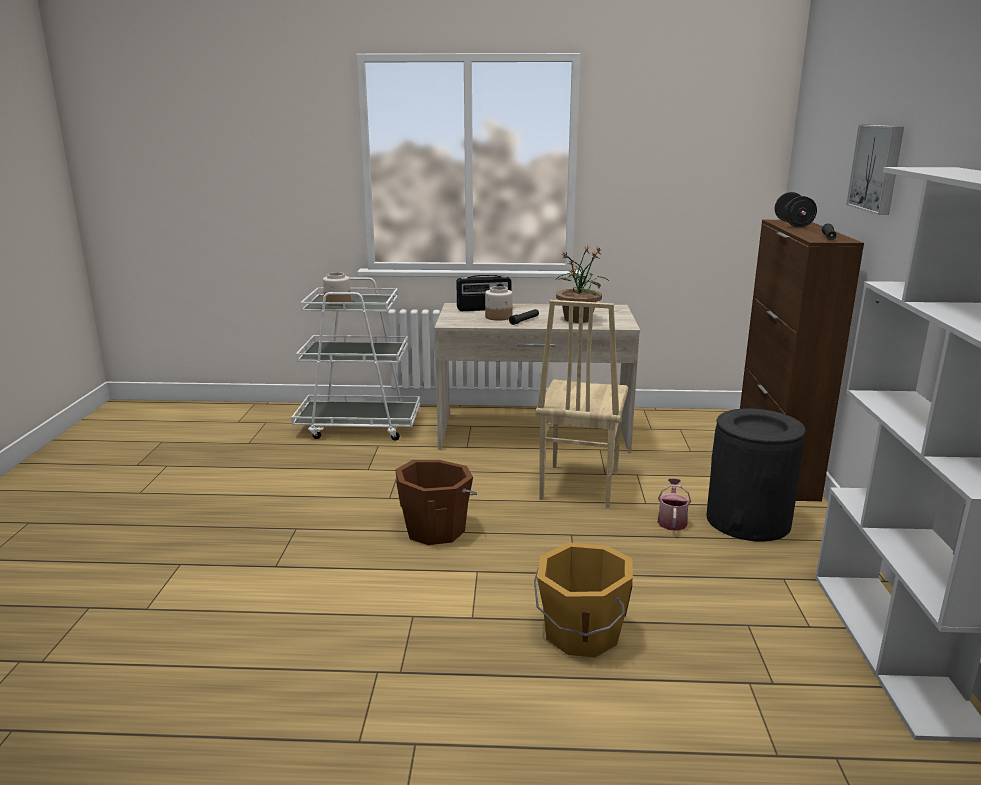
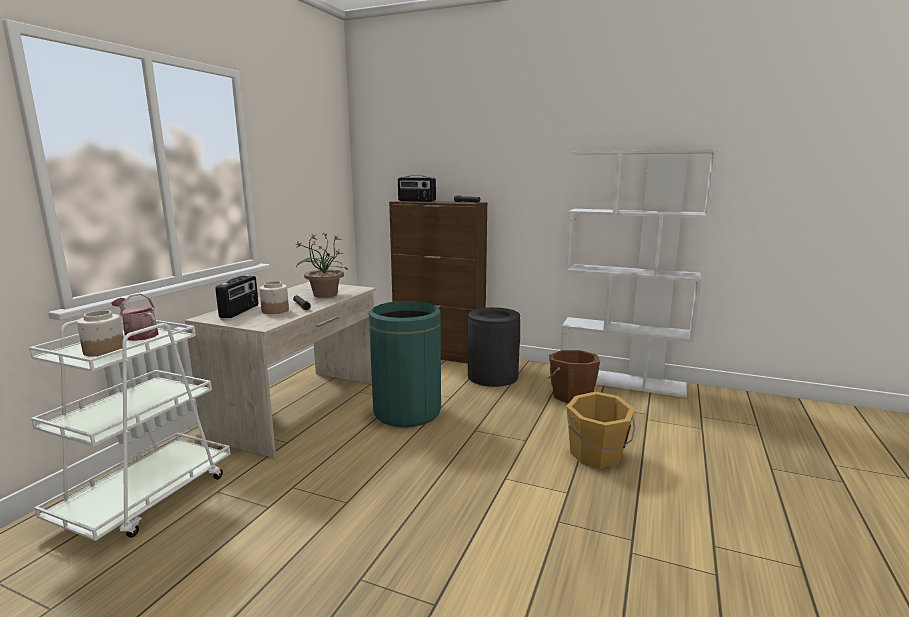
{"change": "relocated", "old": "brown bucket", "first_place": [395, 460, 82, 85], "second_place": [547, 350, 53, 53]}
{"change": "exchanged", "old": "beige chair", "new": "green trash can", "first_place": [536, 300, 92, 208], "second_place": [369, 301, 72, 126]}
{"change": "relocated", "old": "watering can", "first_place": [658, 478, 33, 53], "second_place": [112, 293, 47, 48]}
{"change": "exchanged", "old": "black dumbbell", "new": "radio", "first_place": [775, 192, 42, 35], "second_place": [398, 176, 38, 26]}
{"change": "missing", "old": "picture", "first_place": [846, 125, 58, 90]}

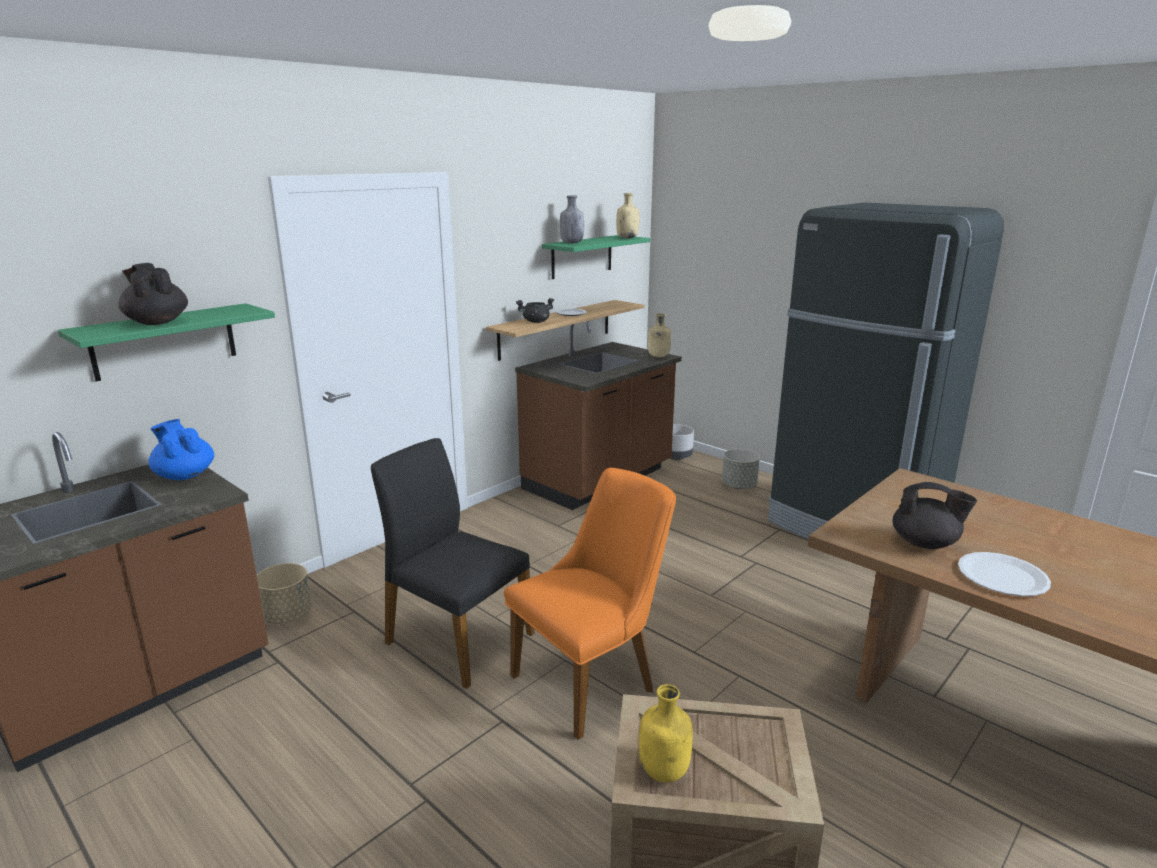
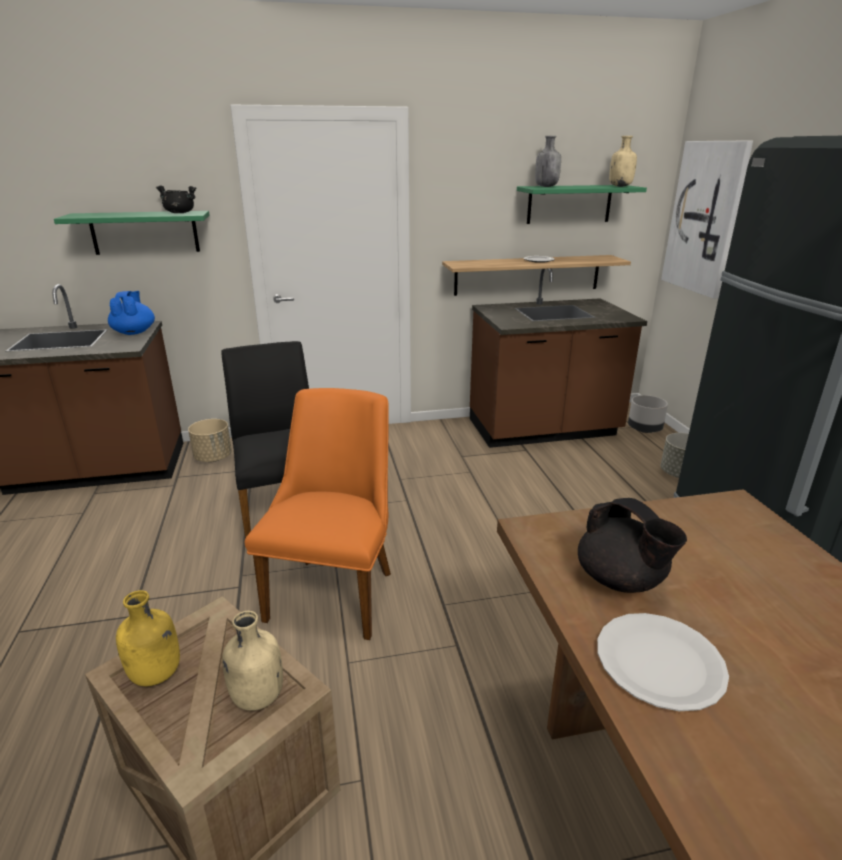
{"change": "missing", "old": "black teapot", "first_place": [118, 263, 70, 62]}
{"change": "spun", "old": "orange chair", "first_place": [504, 468, 172, 272], "second_place": [244, 388, 147, 252], "degrees": -75}
{"change": "relocated", "old": "black cooking pot", "first_place": [516, 298, 38, 25], "second_place": [156, 186, 40, 27]}
{"change": "relocated", "old": "beige bottle", "first_place": [648, 313, 23, 44], "second_place": [222, 611, 61, 100]}
{"change": "appeared", "new": "picture", "second_place": [661, 140, 92, 159]}

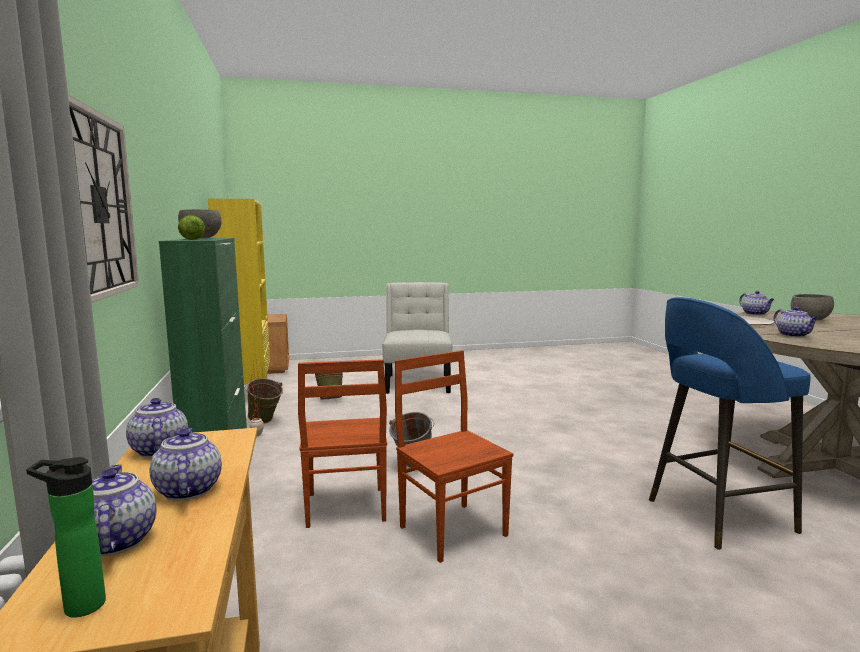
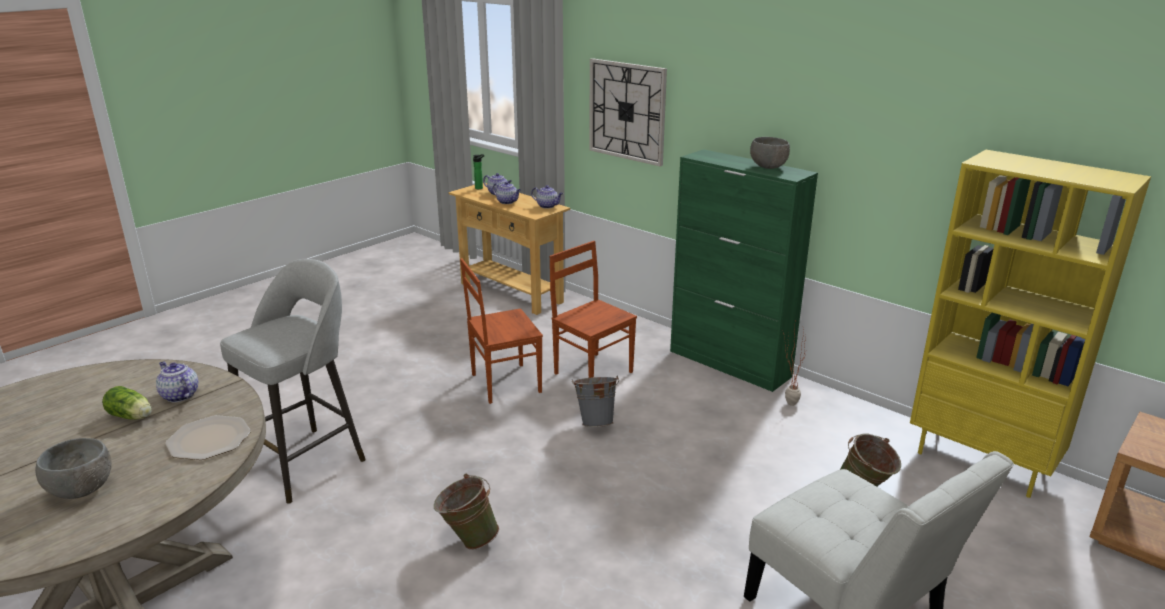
{"change": "relocated", "old": "lettuce", "first_place": [178, 215, 27, 25], "second_place": [102, 386, 50, 34]}
{"change": "relocated", "old": "green bucket", "first_place": [245, 378, 38, 45], "second_place": [434, 474, 65, 76]}
{"change": "spun", "old": "brown chair", "first_place": [395, 350, 118, 213], "second_place": [460, 258, 83, 146], "degrees": 135}
{"change": "colour", "old": "blue stool", "new": "grey stool", "first_place": [649, 297, 162, 253], "second_place": [220, 259, 146, 245]}
{"change": "missing", "old": "teapot", "first_place": [739, 291, 36, 24]}

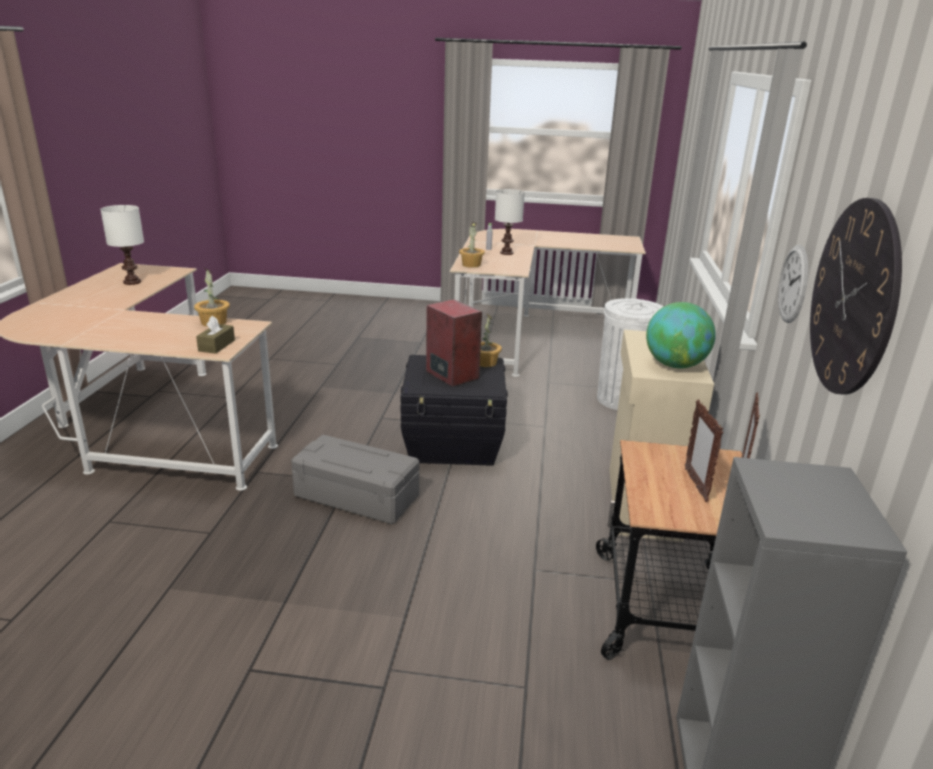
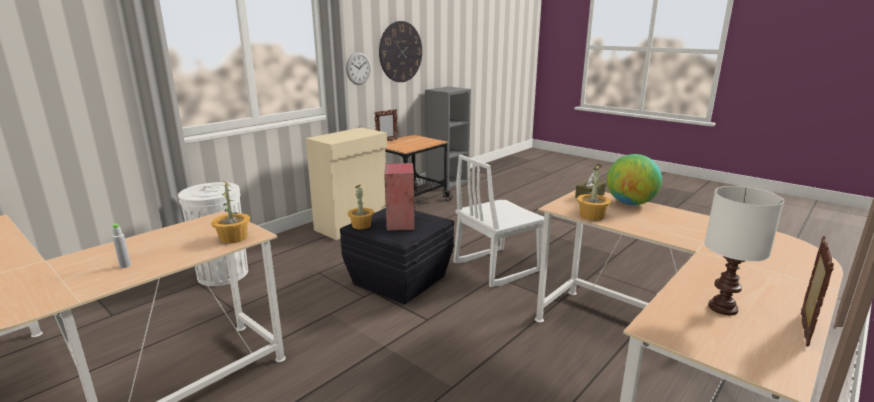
{"change": "exchanged", "old": "grey storage box", "new": "white chair", "first_place": [291, 435, 128, 89], "second_place": [453, 154, 91, 133]}
{"change": "missing", "old": "white table lamp", "first_place": [495, 189, 30, 66]}
{"change": "relocated", "old": "globe", "first_place": [646, 302, 70, 67], "second_place": [607, 154, 55, 51]}
{"change": "relocated", "old": "picture frame", "first_place": [685, 400, 38, 102], "second_place": [801, 236, 33, 111]}

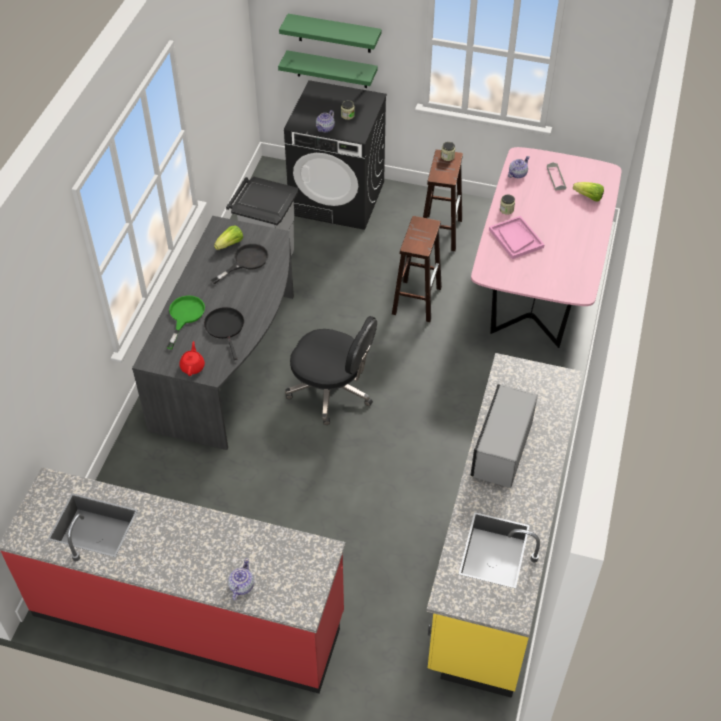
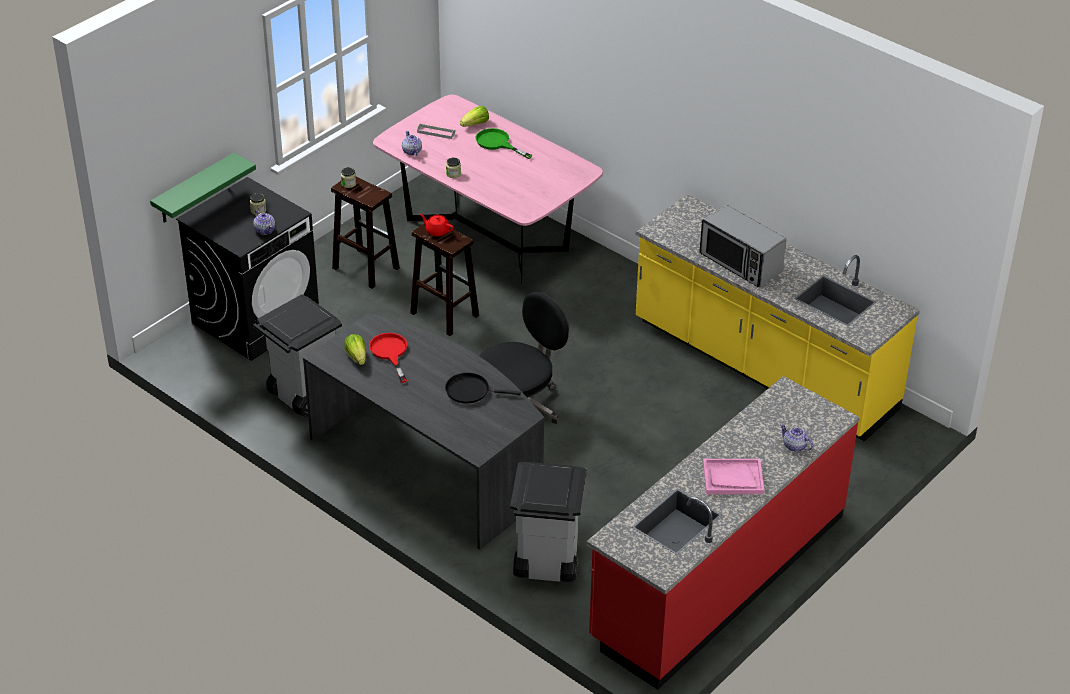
{"change": "relocated", "old": "green frying pan", "first_place": [166, 295, 39, 54], "second_place": [476, 128, 57, 31]}
{"change": "relocated", "old": "red teapot", "first_place": [180, 341, 25, 35], "second_place": [420, 214, 34, 23]}
{"change": "colour", "old": "black frying pan", "new": "red frying pan", "first_place": [211, 244, 58, 40], "second_place": [369, 333, 38, 50]}
{"change": "missing", "old": "green shelf", "first_place": [279, 14, 103, 39]}
{"change": "relocated", "old": "pink tray", "first_place": [489, 216, 56, 43], "second_place": [703, 459, 61, 35]}
{"change": "appeared", "new": "grey trash can", "second_place": [510, 462, 77, 120]}

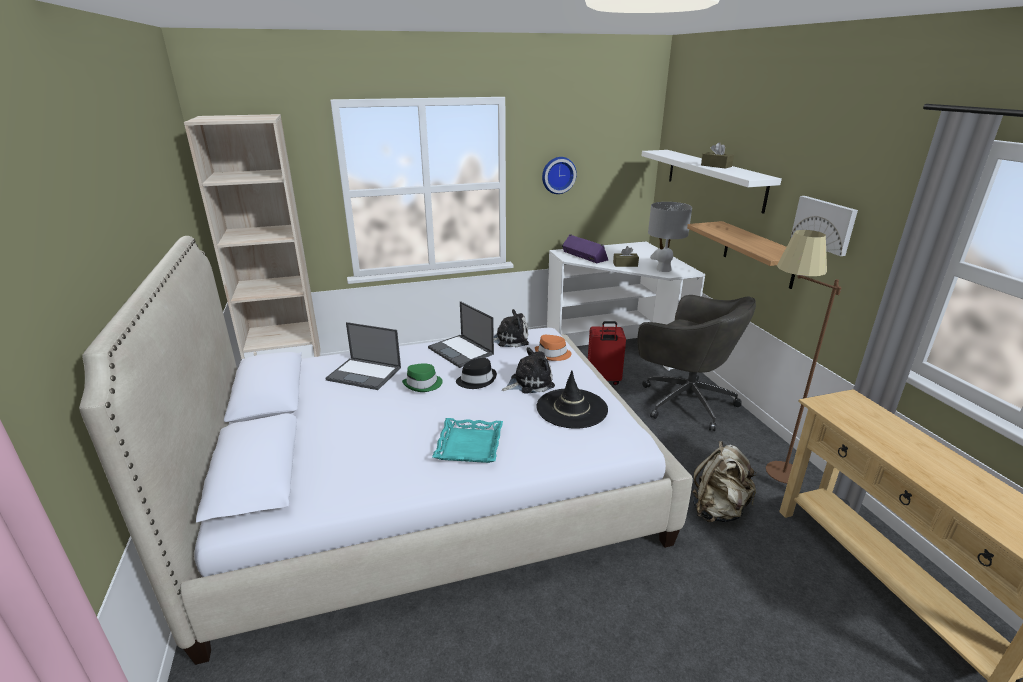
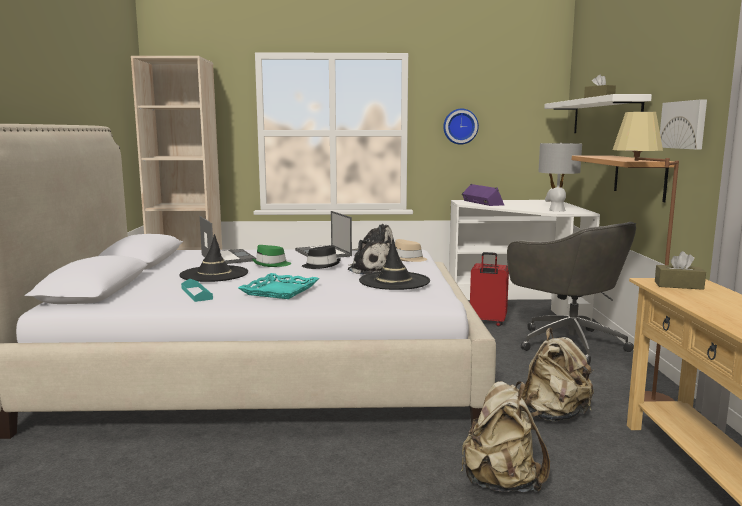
{"change": "spun", "old": "laptop", "first_place": [325, 322, 76, 68], "second_place": [200, 216, 56, 48], "degrees": -150}
{"change": "spun", "old": "plush toy", "first_place": [502, 347, 53, 47], "second_place": [348, 240, 43, 35], "degrees": 60}
{"change": "colour", "old": "orange hat", "new": "beige hat", "first_place": [535, 335, 37, 26], "second_place": [395, 239, 32, 23]}
{"change": "relocated", "old": "brown tissue box", "first_place": [613, 246, 26, 21], "second_place": [655, 251, 51, 39]}
{"change": "appeared", "new": "black hat", "second_place": [179, 234, 69, 48]}
{"change": "appeared", "new": "turquoise tray", "second_place": [181, 279, 32, 23]}
{"change": "appeared", "new": "beige backpack", "second_place": [461, 381, 89, 111]}

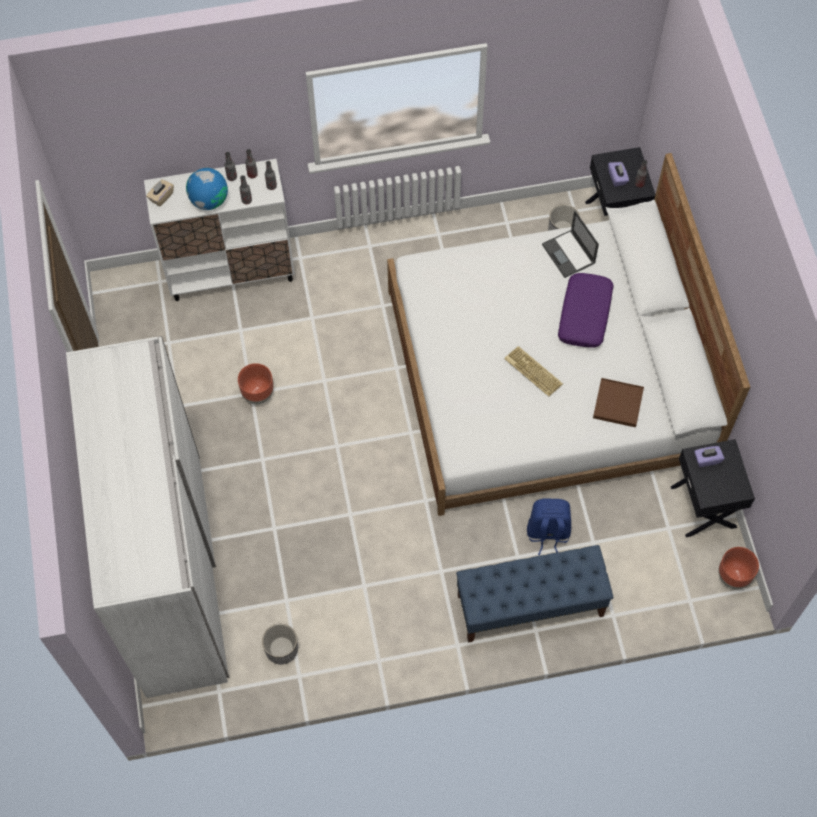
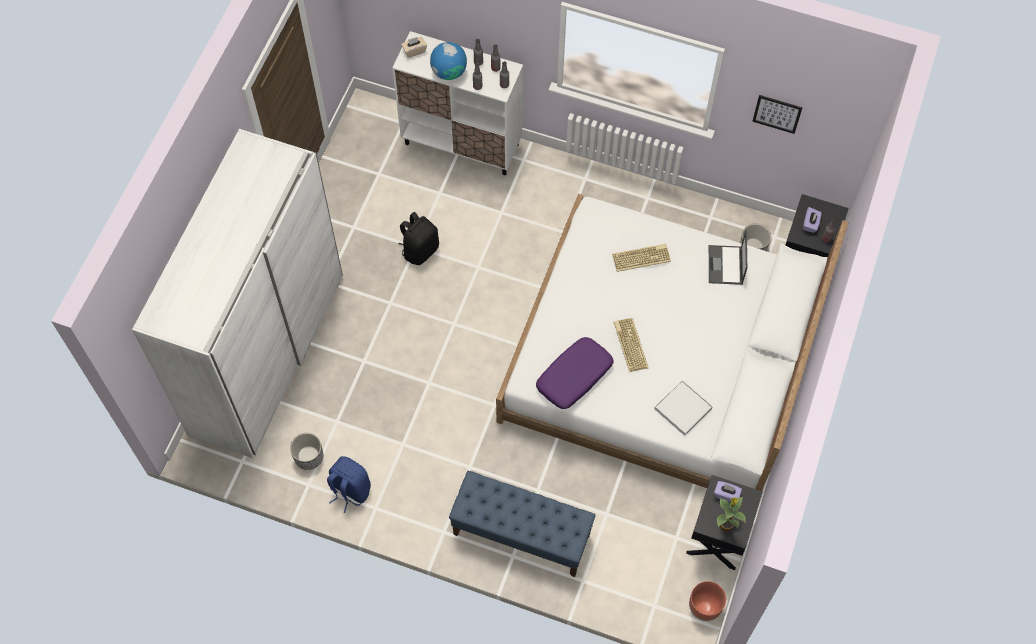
{"change": "exchanged", "old": "brown planter", "new": "black backpack", "first_place": [238, 363, 36, 41], "second_place": [399, 212, 40, 53]}
{"change": "relocated", "old": "blue backpack", "first_place": [527, 498, 44, 57], "second_place": [327, 456, 44, 57]}
{"change": "relocated", "old": "purple pillow", "first_place": [558, 273, 56, 75], "second_place": [536, 337, 78, 72]}
{"change": "colour", "old": "brown tray", "new": "white tray", "first_place": [593, 378, 51, 49], "second_place": [654, 380, 59, 56]}
{"change": "appeared", "new": "keyboard", "second_place": [612, 244, 59, 28]}
{"change": "appeared", "new": "potted plant", "second_place": [717, 497, 29, 35]}
{"change": "appeared", "new": "picture", "second_place": [752, 95, 51, 39]}

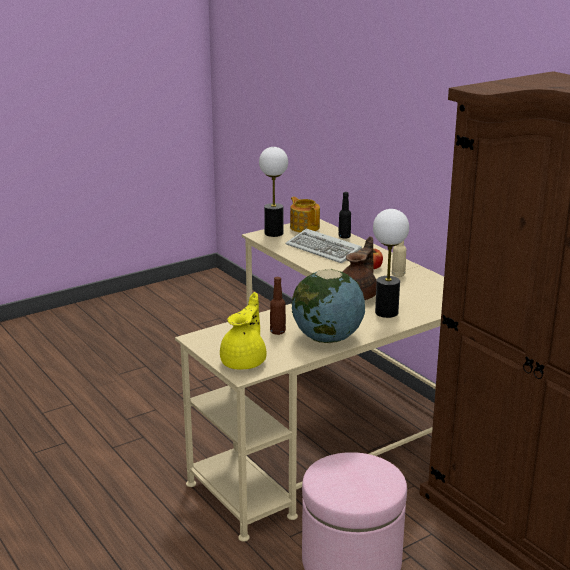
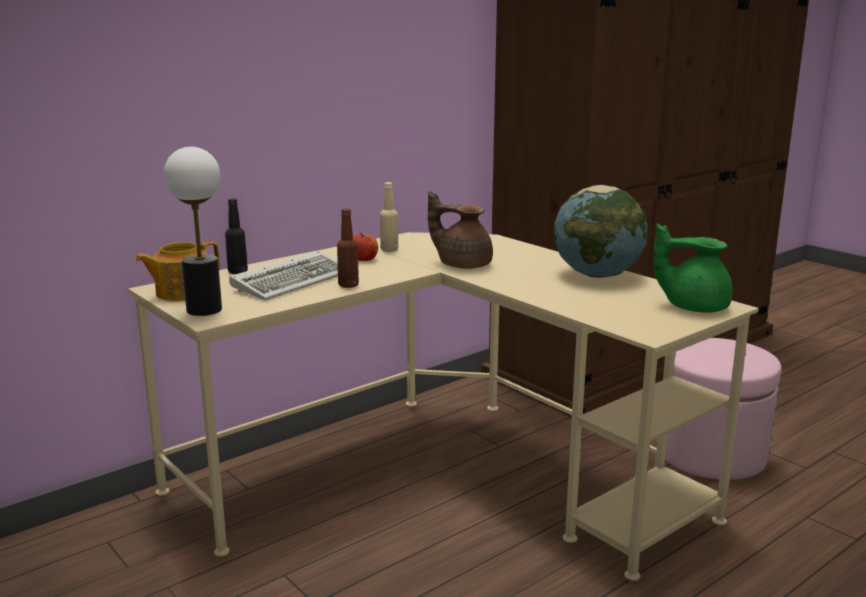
{"change": "colour", "old": "yellow teapot", "new": "green teapot", "first_place": [220, 292, 46, 77], "second_place": [653, 223, 80, 90]}
{"change": "relocated", "old": "brown bottle", "first_place": [270, 277, 16, 58], "second_place": [337, 208, 22, 80]}
{"change": "missing", "old": "table lamp", "first_place": [373, 209, 36, 109]}

